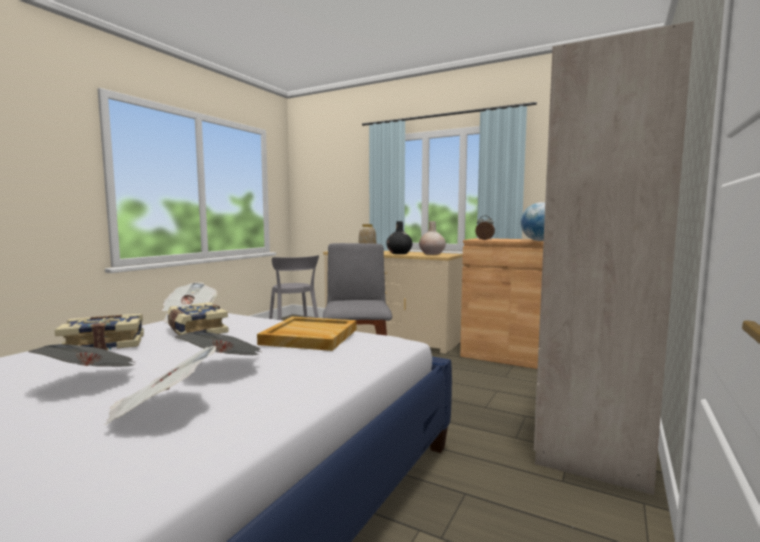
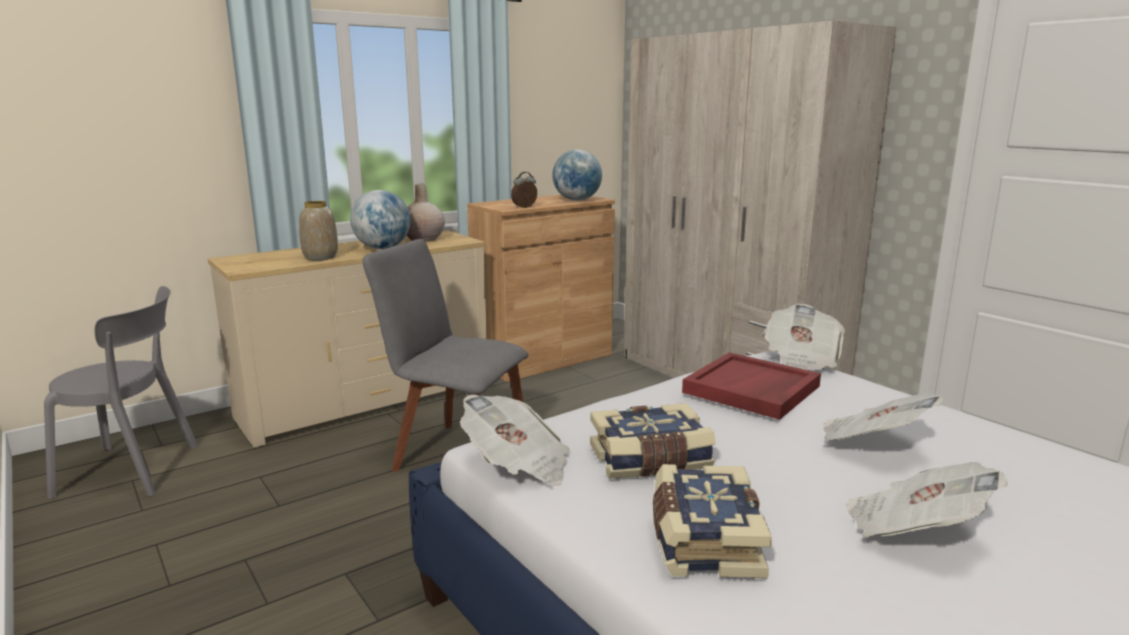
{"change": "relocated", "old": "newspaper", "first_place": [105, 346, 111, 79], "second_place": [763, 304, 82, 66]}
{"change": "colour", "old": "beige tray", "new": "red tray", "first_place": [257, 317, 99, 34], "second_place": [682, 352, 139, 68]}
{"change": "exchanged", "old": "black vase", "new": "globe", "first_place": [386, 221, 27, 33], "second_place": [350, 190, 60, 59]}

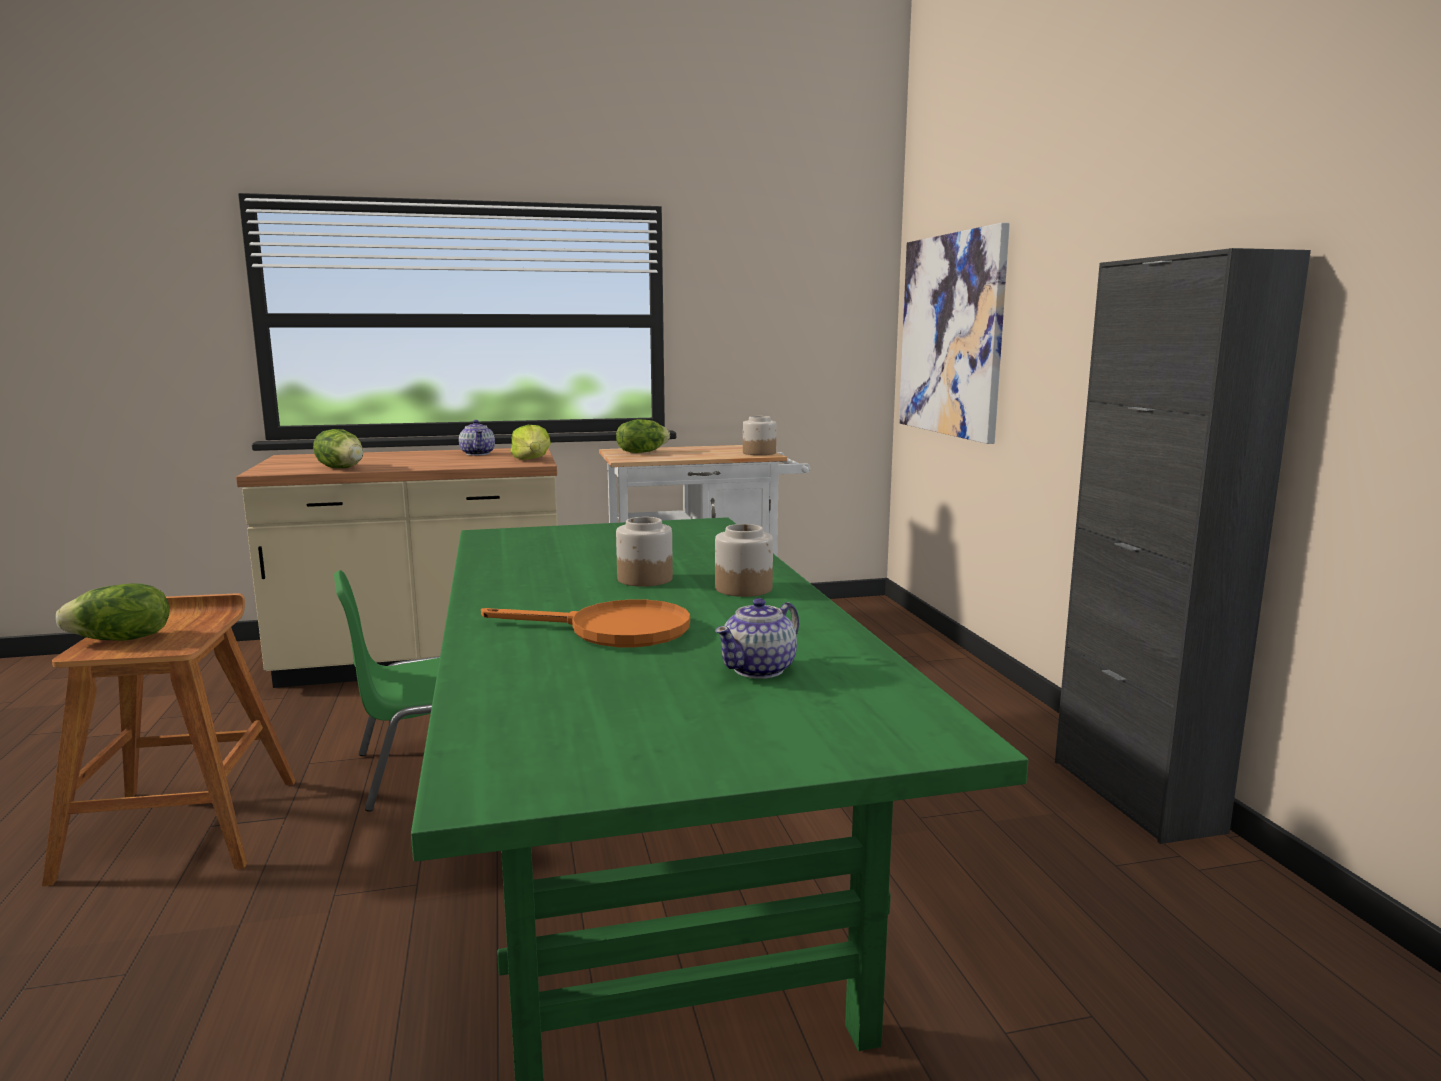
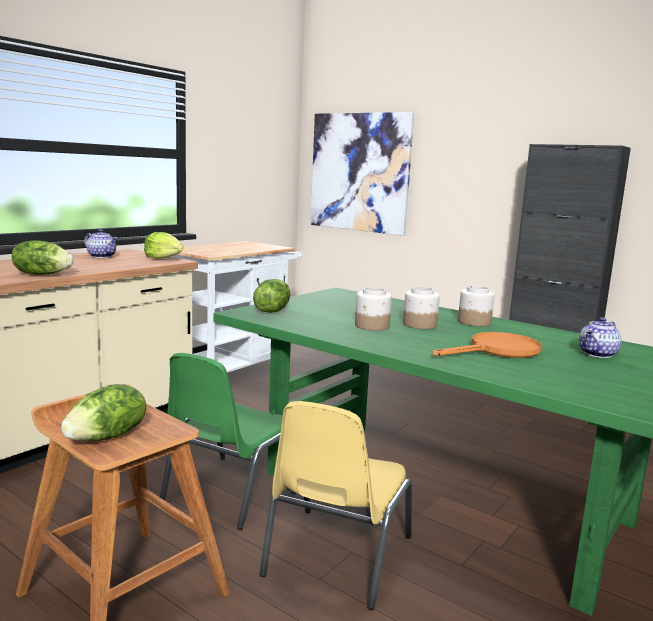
{"change": "relocated", "old": "lettuce", "first_place": [616, 419, 54, 34], "second_place": [253, 279, 37, 34]}
{"change": "spun", "old": "teapot", "first_place": [715, 598, 84, 81], "second_place": [579, 317, 43, 41], "degrees": 45}
{"change": "relocated", "old": "jar", "first_place": [743, 416, 33, 39], "second_place": [355, 287, 37, 44]}
{"change": "appeared", "new": "yellow chair", "second_place": [259, 401, 153, 209]}

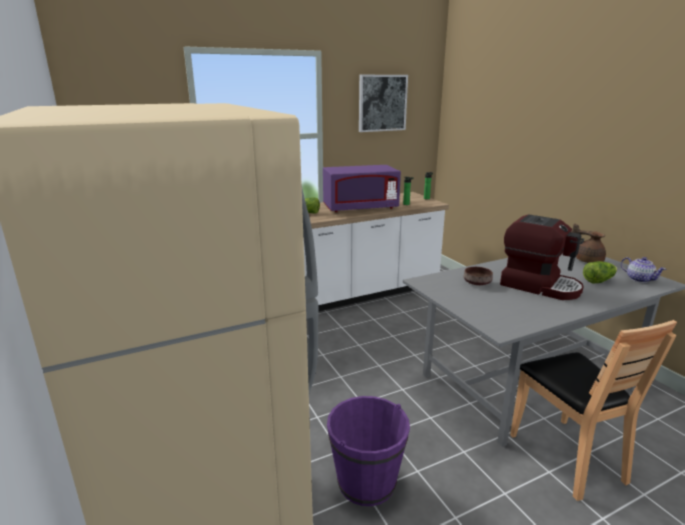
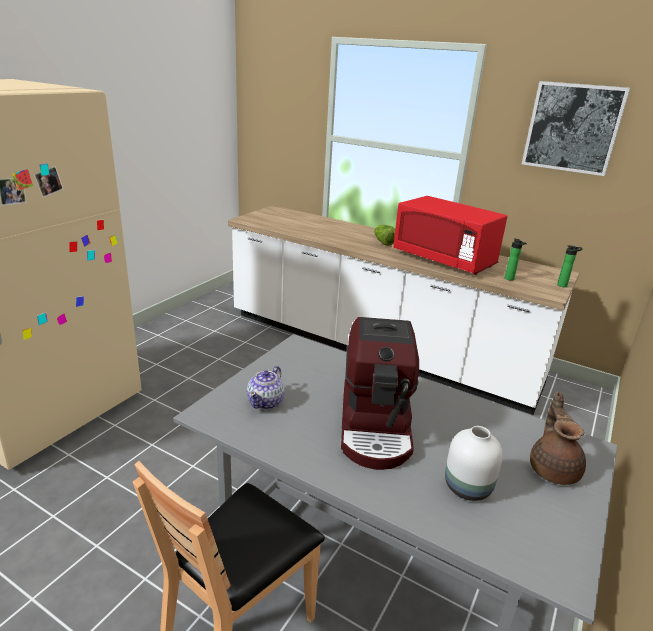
{"change": "colour", "old": "purple microwave", "new": "red microwave", "first_place": [323, 165, 78, 47], "second_place": [393, 196, 115, 79]}
{"change": "missing", "old": "purple bucket", "first_place": [327, 396, 83, 110]}
{"change": "missing", "old": "brown bowl", "first_place": [464, 267, 29, 18]}
{"change": "exchanged", "old": "lettuce", "new": "white vase", "first_place": [583, 261, 34, 22], "second_place": [445, 426, 58, 75]}
{"change": "relocated", "old": "teapot", "first_place": [621, 257, 45, 26], "second_place": [247, 366, 38, 43]}

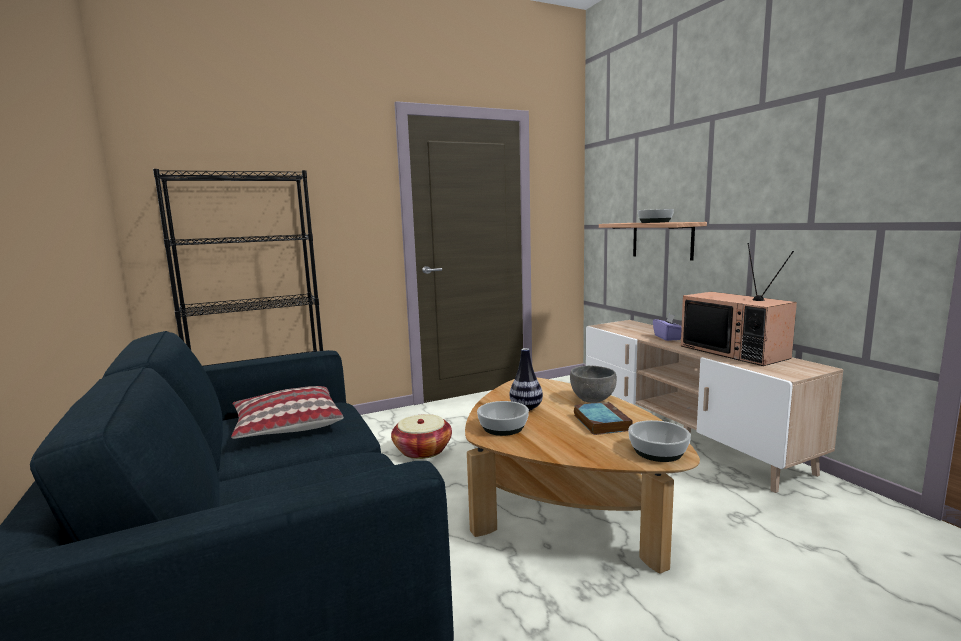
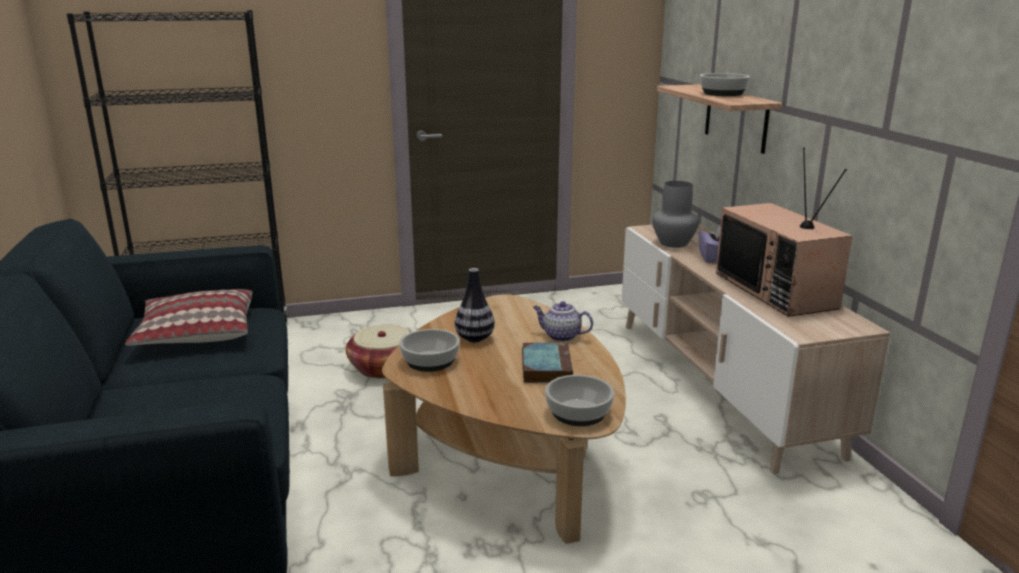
{"change": "exchanged", "old": "grey bowl", "new": "teapot", "first_place": [570, 366, 47, 37], "second_place": [533, 301, 60, 41]}
{"change": "appeared", "new": "grey vase", "second_place": [652, 181, 47, 67]}

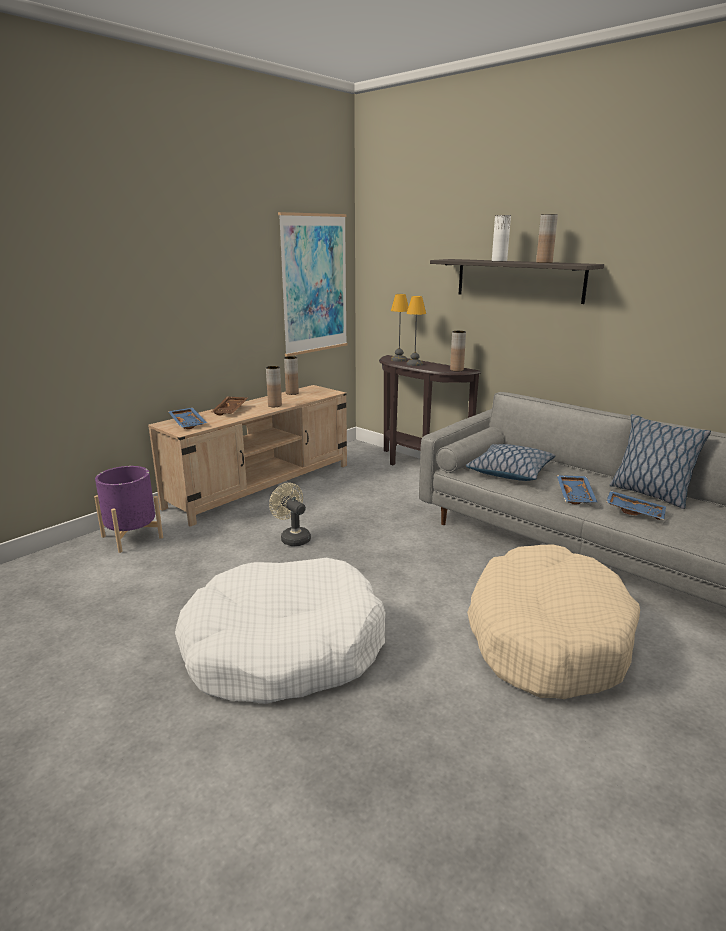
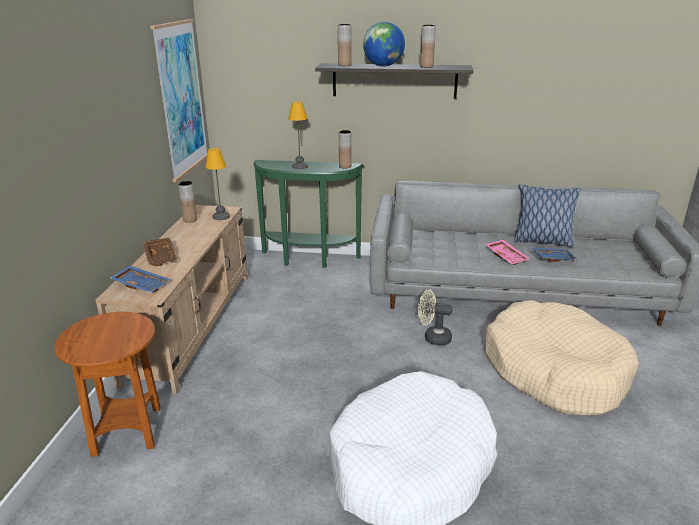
{"change": "exchanged", "old": "purple planter", "new": "brown side table", "first_place": [94, 466, 69, 87], "second_place": [54, 312, 106, 145]}
{"change": "relocated", "old": "brown vase", "first_place": [266, 366, 16, 41], "second_place": [338, 24, 14, 42]}
{"change": "relocated", "old": "beige fan", "first_place": [269, 483, 42, 63], "second_place": [418, 289, 35, 56]}
{"change": "colour", "old": "brown console table", "new": "green console table", "first_place": [379, 355, 102, 110], "second_place": [254, 160, 110, 108]}
{"change": "relocated", "old": "table lamp", "first_place": [391, 294, 18, 68], "second_place": [205, 148, 25, 72]}
{"change": "missing", "old": "pillow", "first_place": [466, 444, 89, 37]}
{"change": "exchanged", "old": "white vase", "new": "globe", "first_place": [492, 215, 19, 47], "second_place": [363, 22, 42, 45]}
{"change": "colour", "old": "blue tray", "new": "pink tray", "first_place": [557, 475, 40, 30], "second_place": [485, 240, 45, 25]}

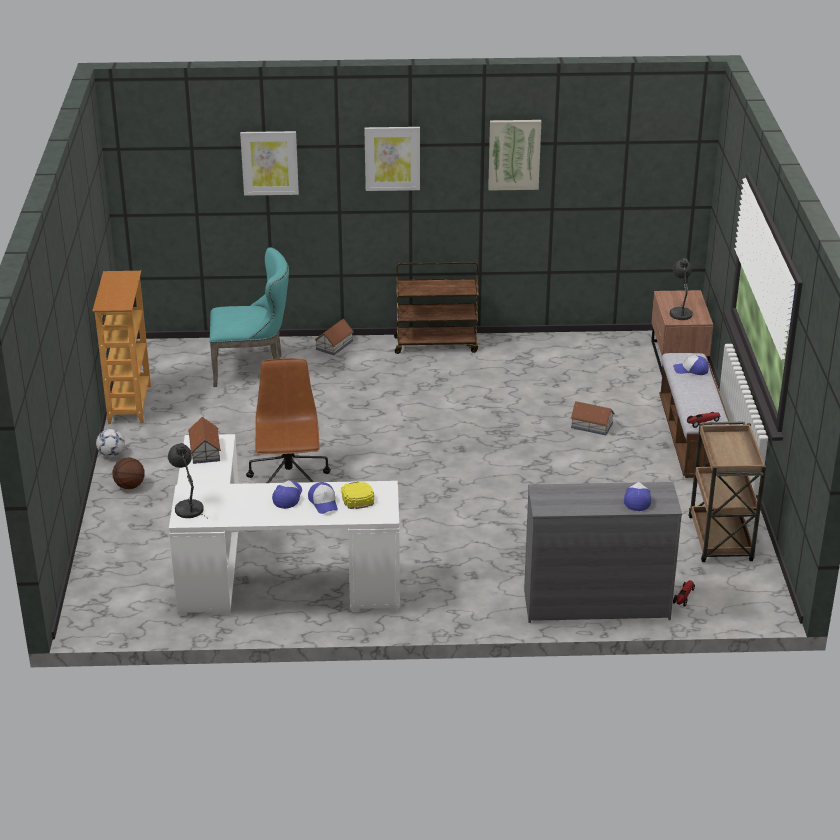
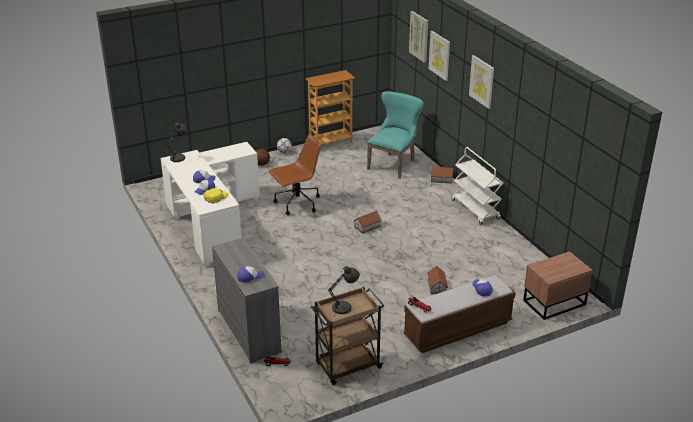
{"change": "relocated", "old": "toy house", "first_place": [188, 417, 33, 47], "second_place": [354, 210, 28, 24]}
{"change": "spun", "old": "turquoise chair", "first_place": [210, 247, 79, 140], "second_place": [367, 91, 56, 88], "degrees": -120}
{"change": "colour", "old": "brown cart", "new": "white cart", "first_place": [394, 262, 84, 92], "second_place": [452, 147, 51, 78]}
{"change": "relocated", "old": "picture", "first_place": [488, 120, 53, 70], "second_place": [409, 11, 19, 52]}
{"change": "relocated", "old": "grey table lamp", "first_place": [670, 258, 24, 65], "second_place": [328, 266, 32, 48]}

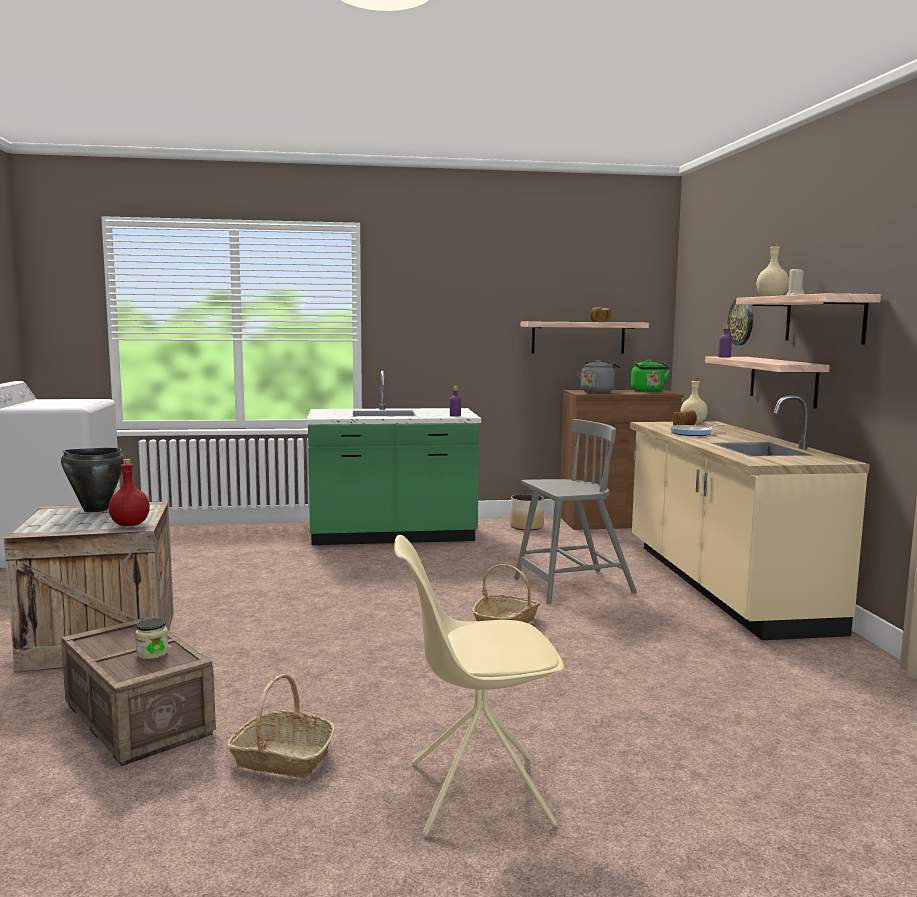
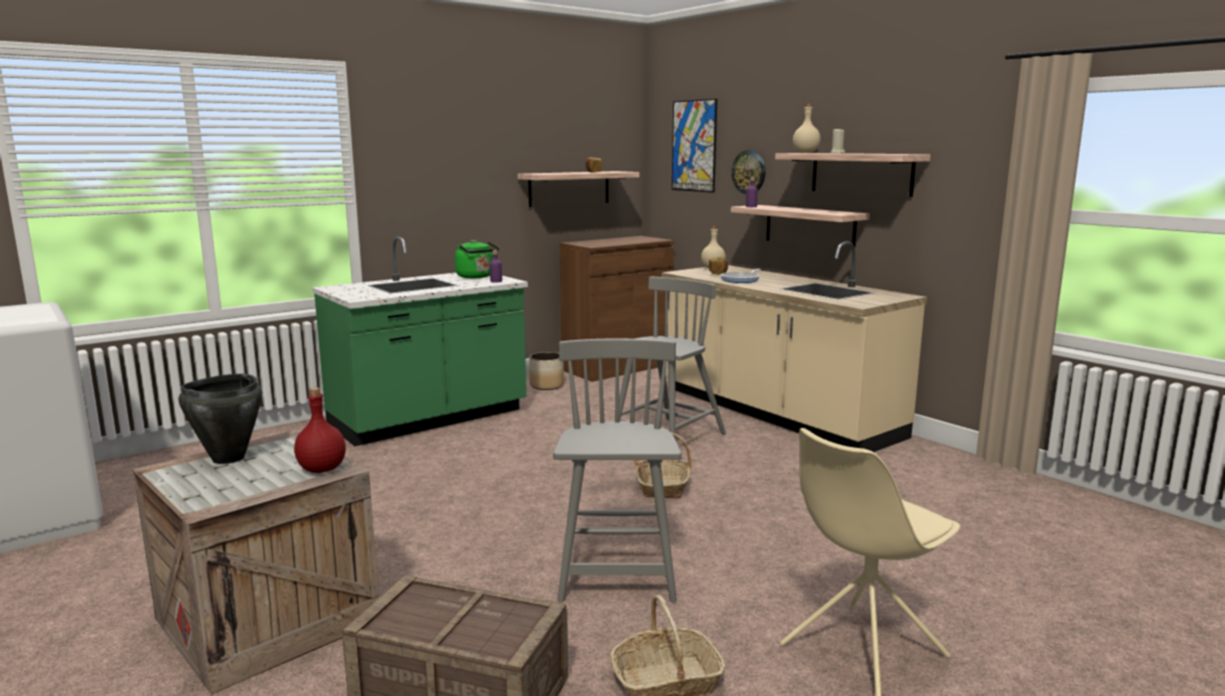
{"change": "missing", "old": "jar", "first_place": [135, 618, 33, 41]}
{"change": "missing", "old": "grey kettle", "first_place": [577, 360, 43, 33]}
{"change": "relocated", "old": "green kettle", "first_place": [631, 359, 39, 33], "second_place": [455, 240, 44, 38]}
{"change": "appeared", "new": "grey chair", "second_place": [553, 338, 129, 265]}
{"change": "appeared", "new": "picture", "second_place": [672, 99, 45, 94]}

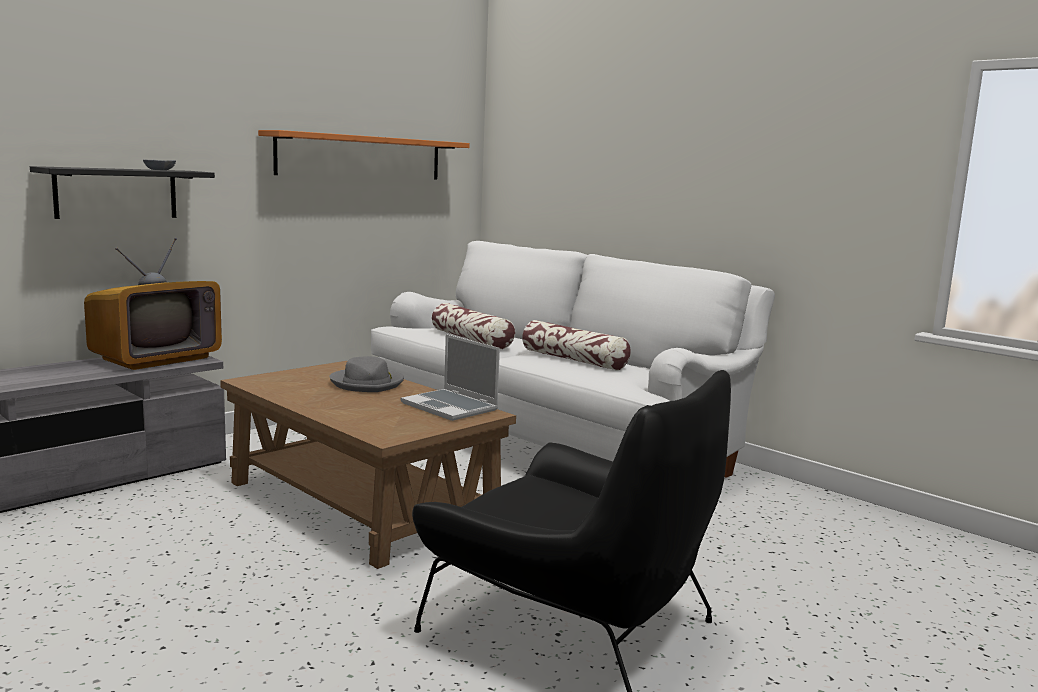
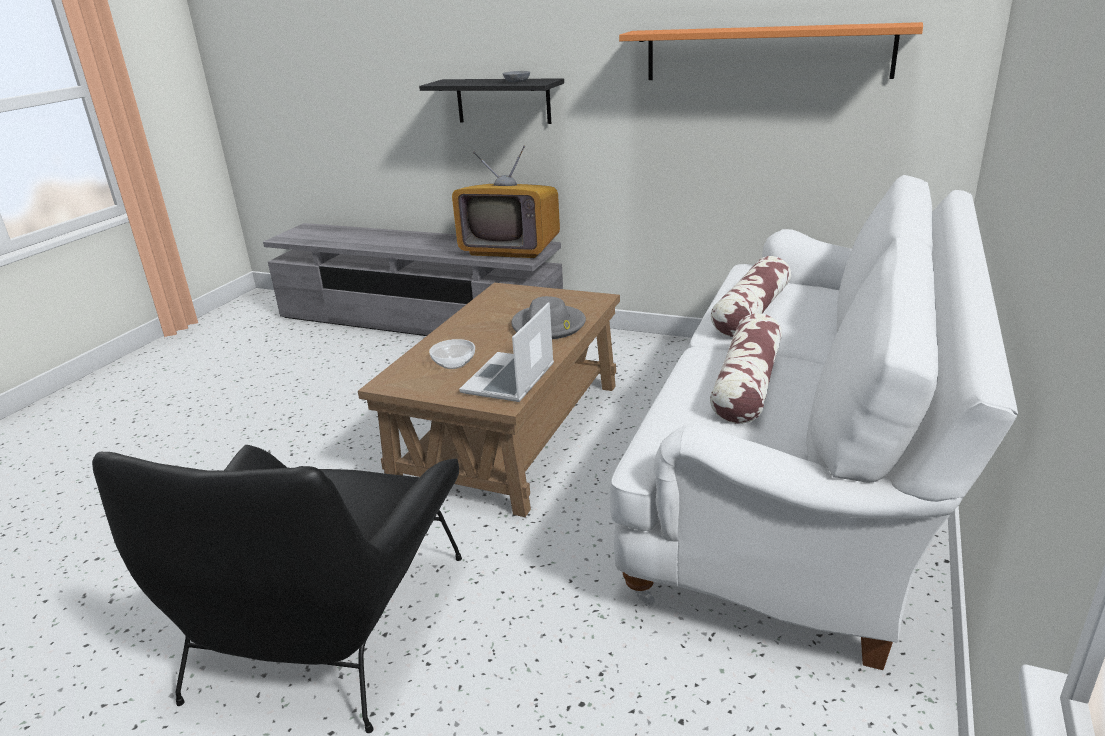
{"change": "appeared", "new": "bowl", "second_place": [429, 339, 46, 30]}

